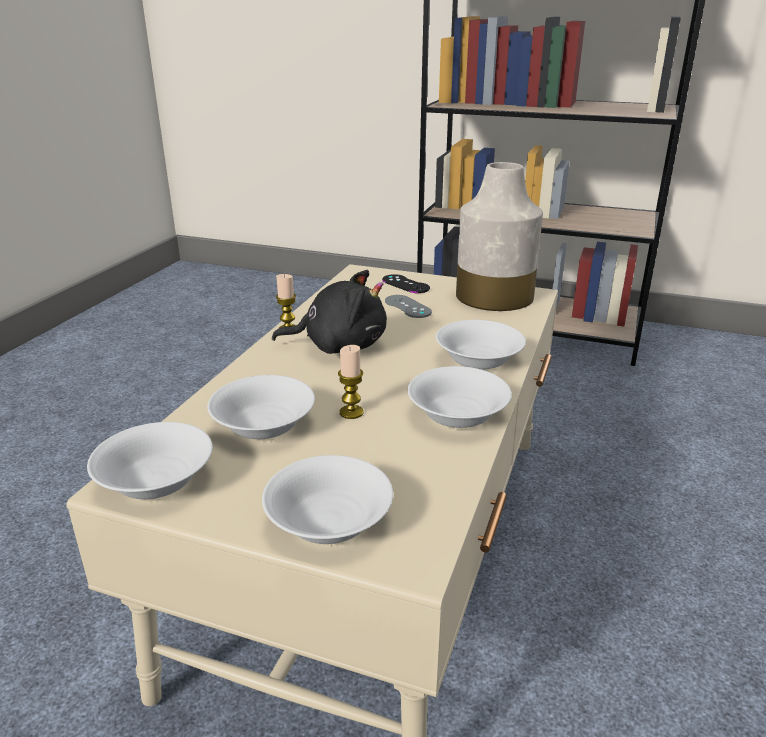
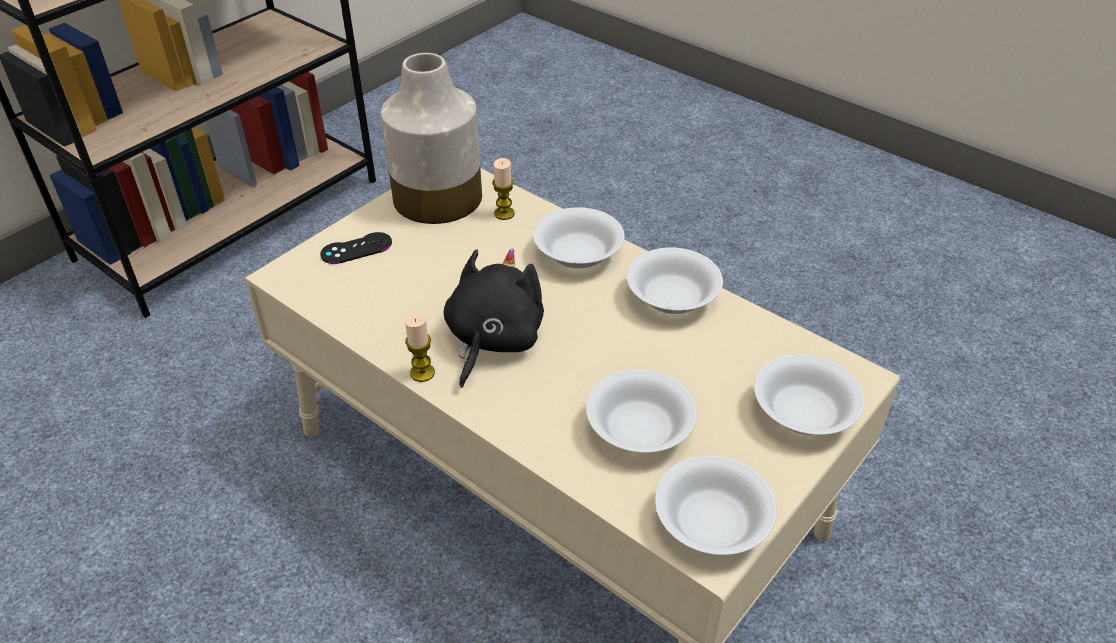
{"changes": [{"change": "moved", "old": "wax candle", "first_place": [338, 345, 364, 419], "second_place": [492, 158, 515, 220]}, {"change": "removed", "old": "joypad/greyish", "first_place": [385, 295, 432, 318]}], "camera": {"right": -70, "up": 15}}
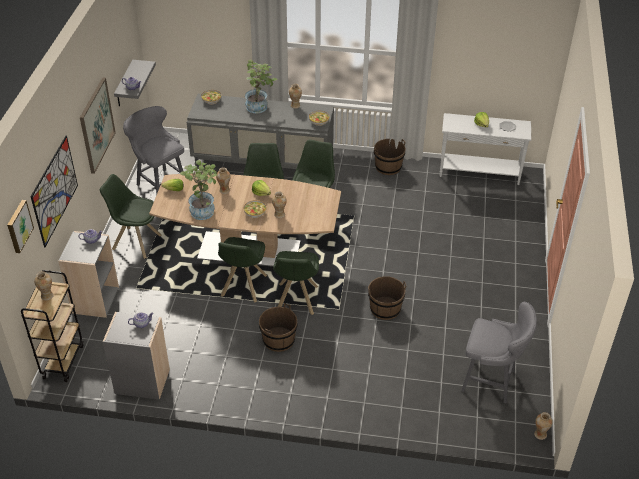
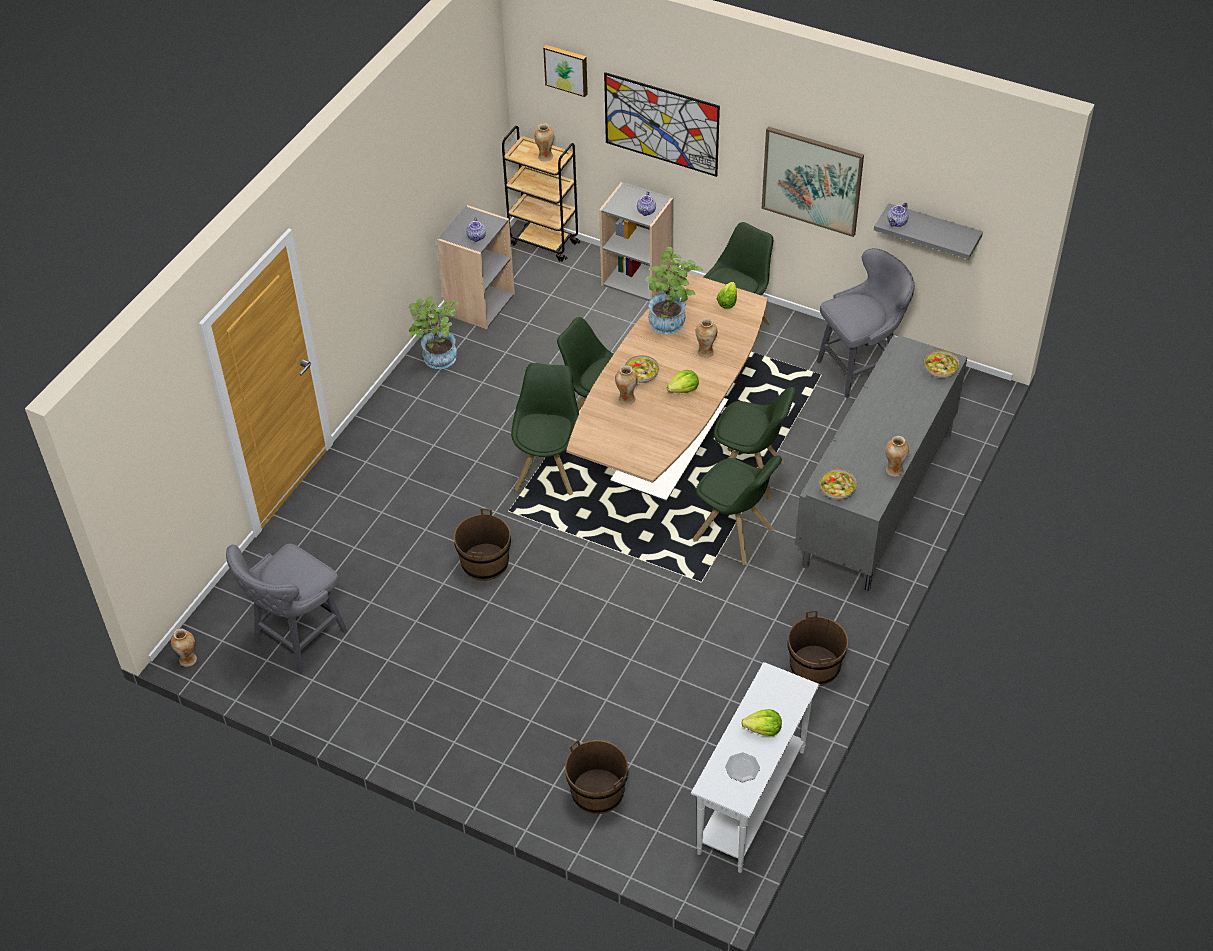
{"changes": [{"change": "moved", "old": "houseplant", "first_place": [245, 60, 278, 113], "second_place": [409, 297, 459, 369]}, {"change": "moved", "old": "pail/brown-coloured", "first_place": [259, 303, 297, 352], "second_place": [565, 739, 628, 814]}, {"change": "turned", "old": "upright chair/green", "first_place": [273, 251, 319, 315], "second_place": [511, 363, 579, 496], "degrees": 75}], "camera": {"right": 110, "up": 5}}
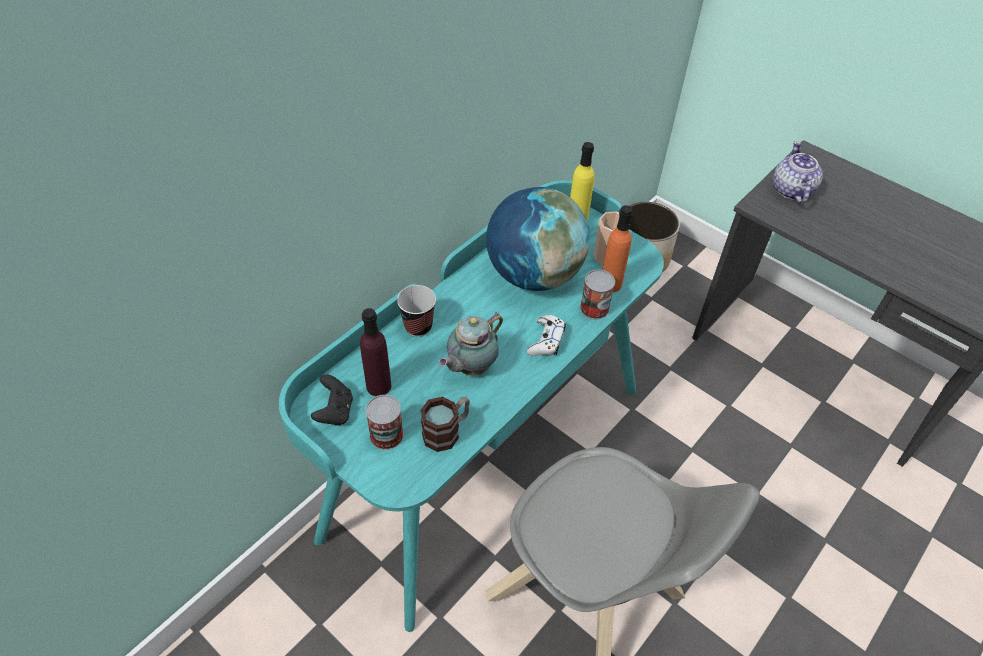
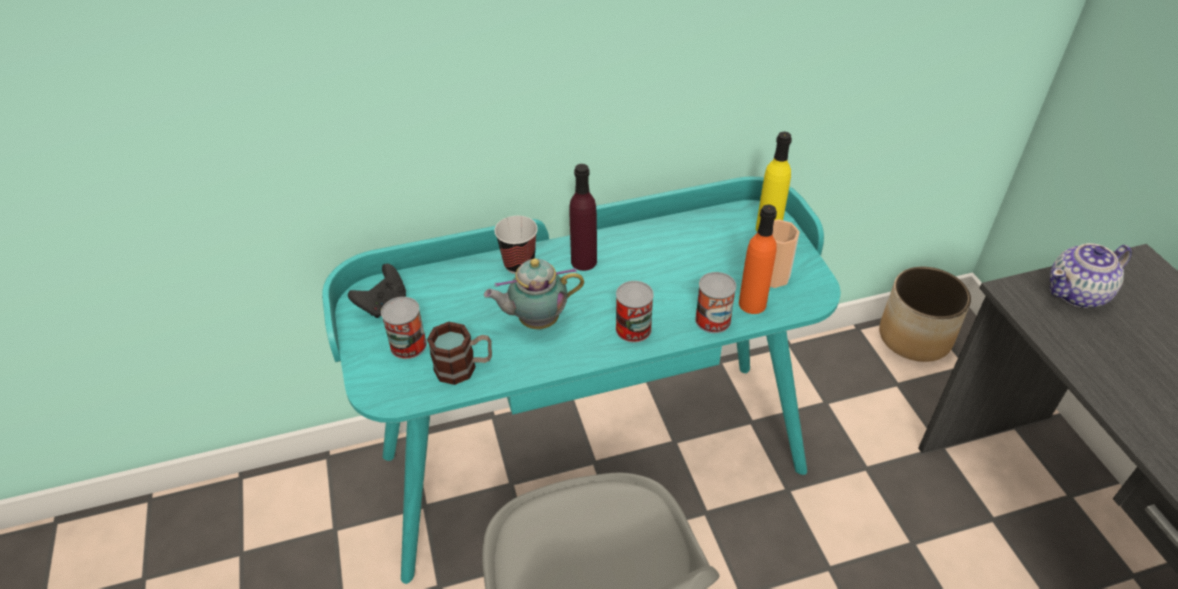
{"changes": [{"change": "moved", "old": "bottle/purple-coloured", "first_place": [360, 308, 391, 396], "second_place": [569, 164, 597, 271]}, {"change": "removed", "old": "globe", "first_place": [486, 187, 590, 291]}, {"change": "replaced", "old": "joypad/white-coloured", "new": "metal can", "first_place": [527, 315, 566, 356], "second_place": [616, 281, 654, 343]}, {"change": "turned", "old": "pot for tea", "first_place": [773, 141, 823, 204], "second_place": [1050, 243, 1132, 308], "degrees": -150}], "camera": {"right": 35, "up": -5}}
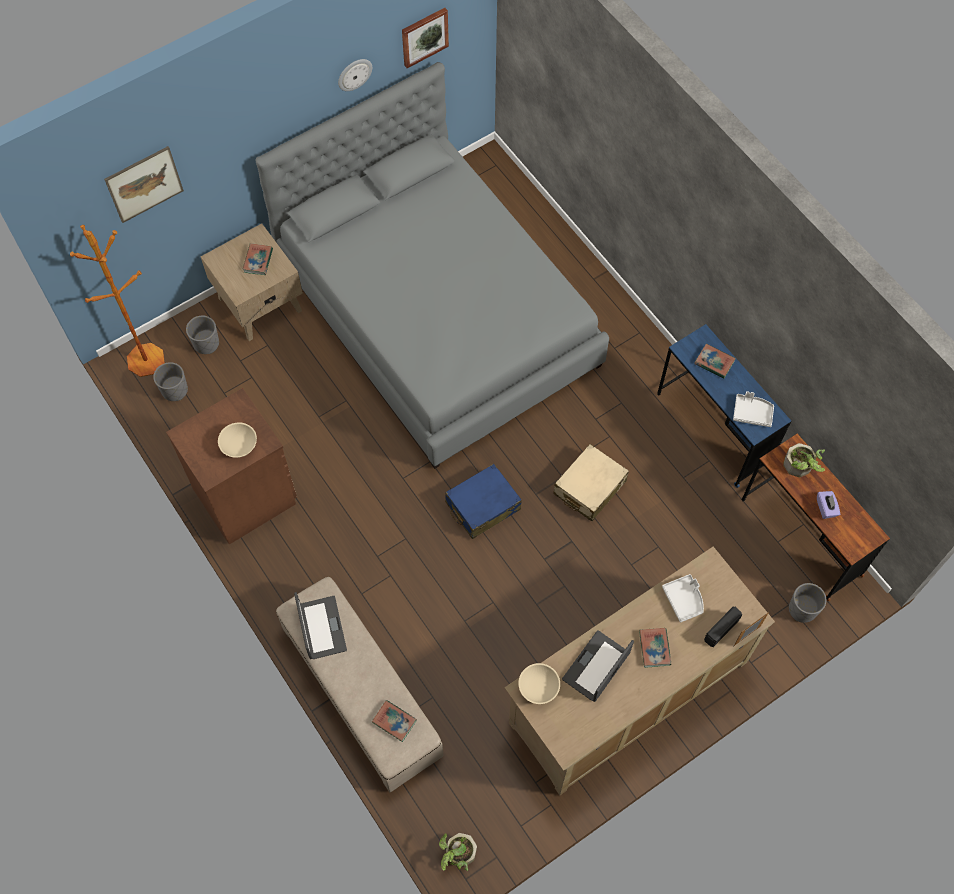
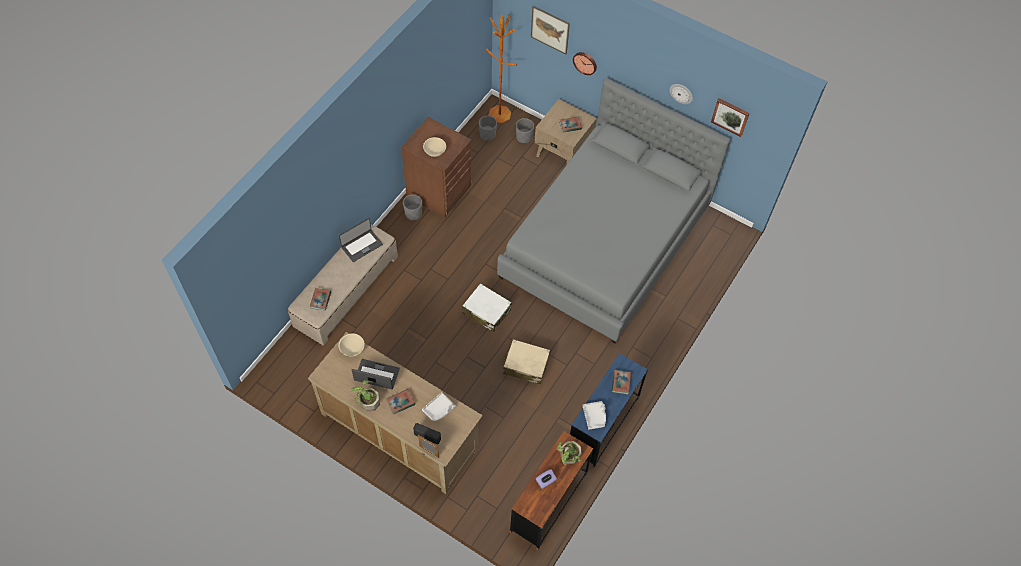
{"changes": [{"change": "moved", "old": "houseplant", "first_place": [439, 833, 477, 871], "second_place": [351, 380, 380, 411]}, {"change": "recoloured", "old": "suitcase/blue-coloured", "new": "suitcase/white-coloured", "first_place": [445, 464, 522, 539], "second_place": [462, 283, 512, 332]}, {"change": "moved", "old": "flower pot/greyish", "first_place": [789, 583, 826, 623], "second_place": [403, 194, 422, 220]}, {"change": "added", "new": "wall clock", "second_place": [573, 52, 597, 75]}], "camera": {"right": 65, "up": -5}}
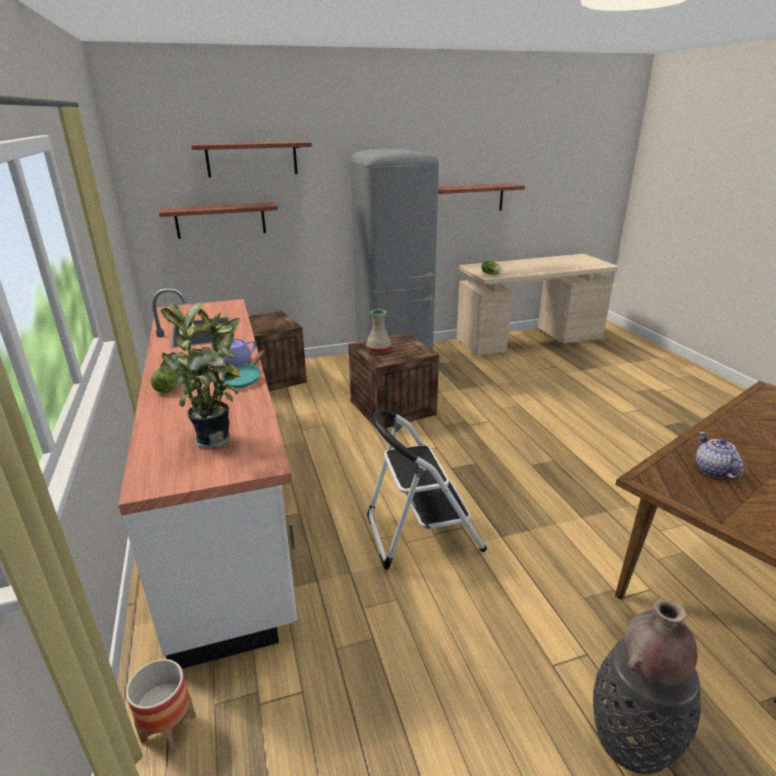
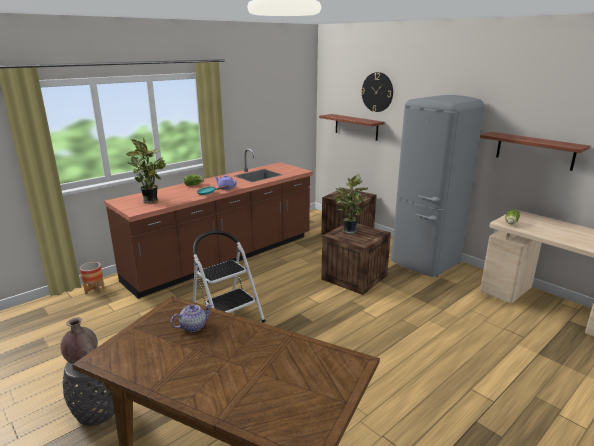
{"changes": [{"change": "recoloured", "old": "kitchen base unit/white-coloured", "new": "kitchen base unit/brown-coloured", "first_place": [118, 288, 297, 669], "second_place": [104, 148, 313, 299]}, {"change": "replaced", "old": "wall shelf", "new": "wall clock", "first_place": [191, 141, 312, 177], "second_place": [361, 72, 393, 112]}, {"change": "replaced", "old": "vase/beige", "new": "houseplant", "first_place": [366, 310, 391, 354], "second_place": [334, 174, 368, 234]}], "camera": {"right": 65, "up": -5}}
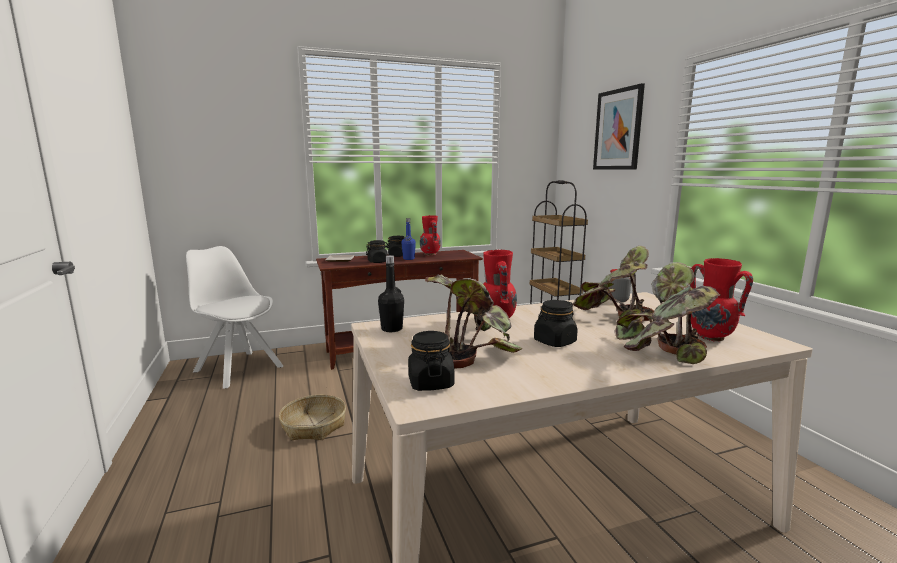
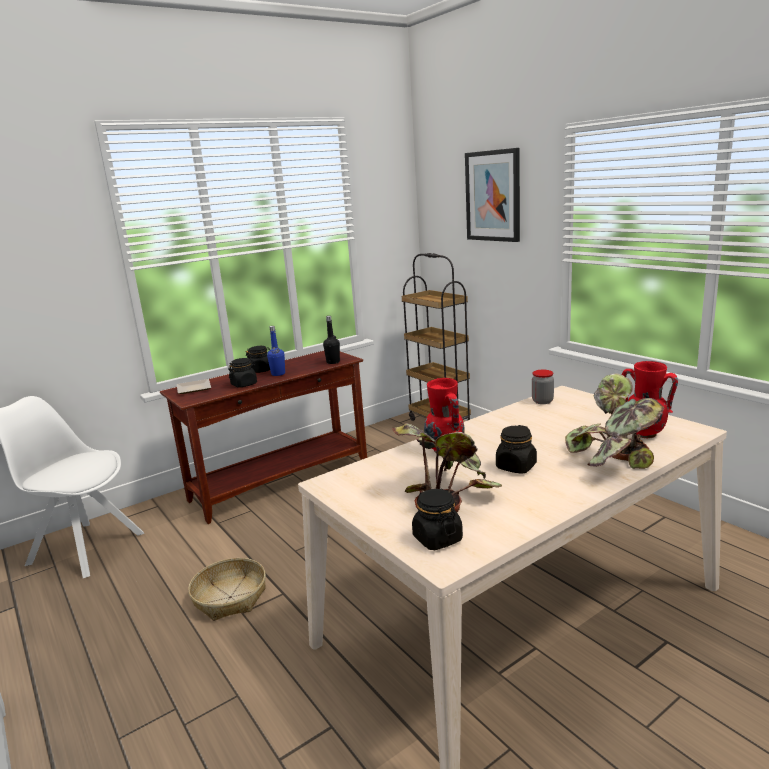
{"changes": [{"change": "moved", "old": "bottle/black-coloured", "first_place": [378, 255, 404, 332], "second_place": [323, 316, 340, 364]}, {"change": "removed", "old": "vase/reddish", "first_place": [420, 215, 441, 255]}, {"change": "removed", "old": "houseplant", "first_place": [572, 246, 654, 321]}], "camera": {"right": -15, "up": 5}}
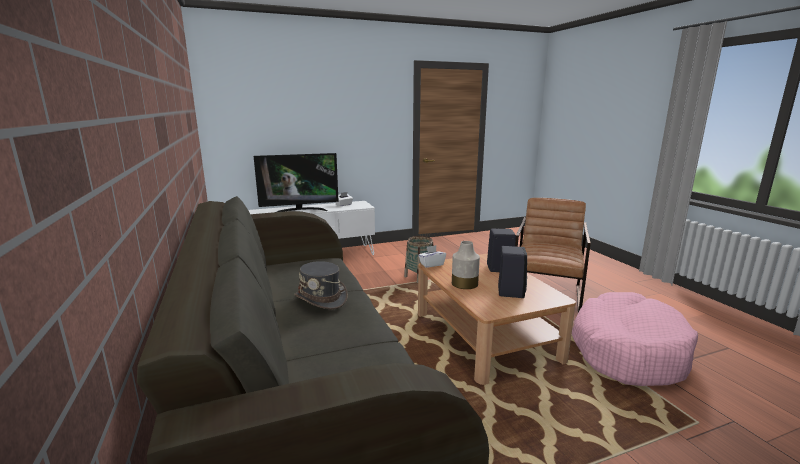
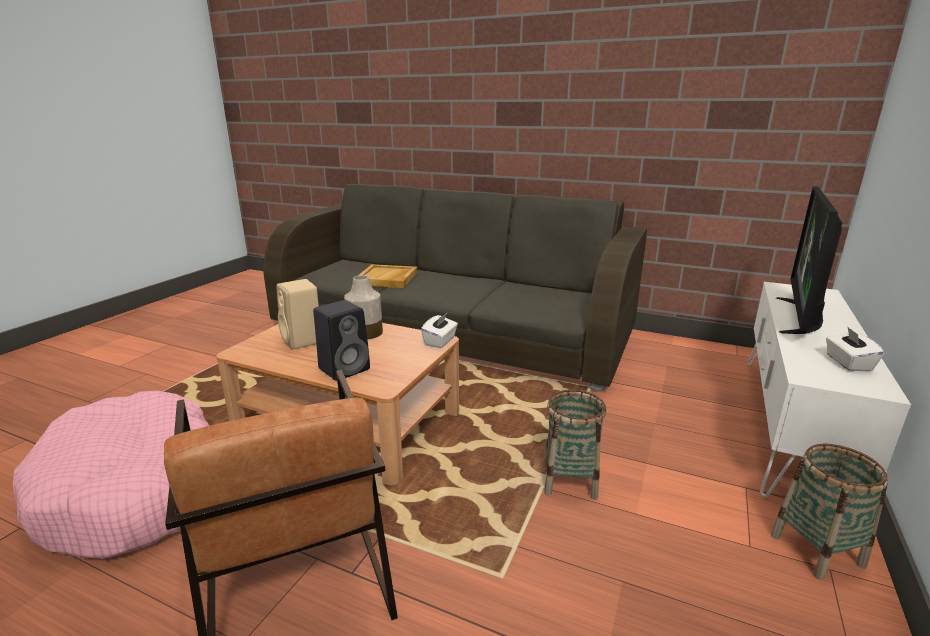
{"changes": [{"change": "removed", "old": "clothing hat/greyish", "first_place": [294, 261, 348, 309]}, {"change": "recoloured", "old": "speaker/black-coloured", "new": "speaker/beige", "first_place": [498, 246, 527, 298], "second_place": [276, 279, 319, 350]}, {"change": "added", "new": "carrying tray/beige", "second_place": [358, 264, 417, 288]}, {"change": "added", "new": "household basket", "second_place": [771, 444, 888, 580]}], "camera": {"right": 135, "up": 5}}
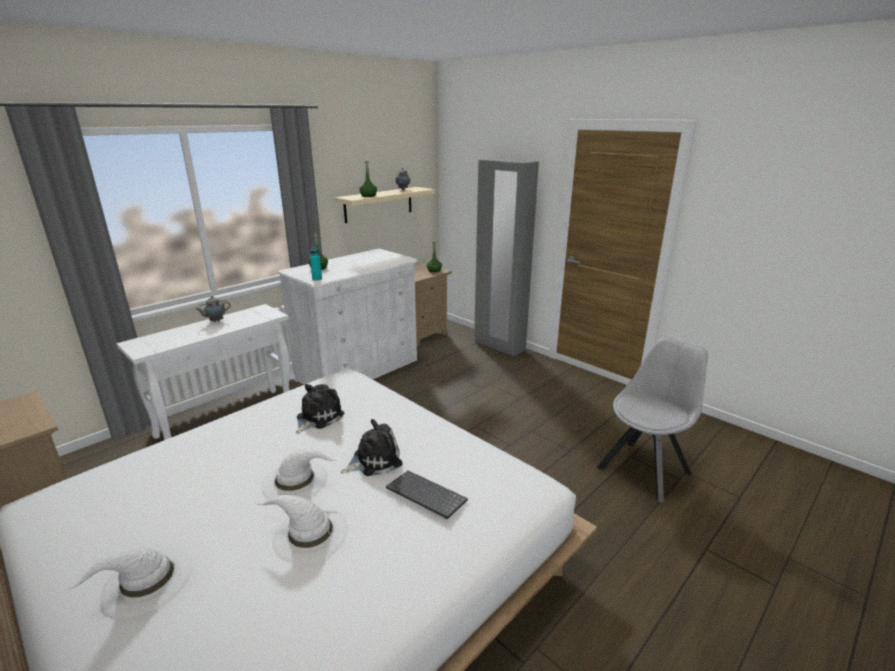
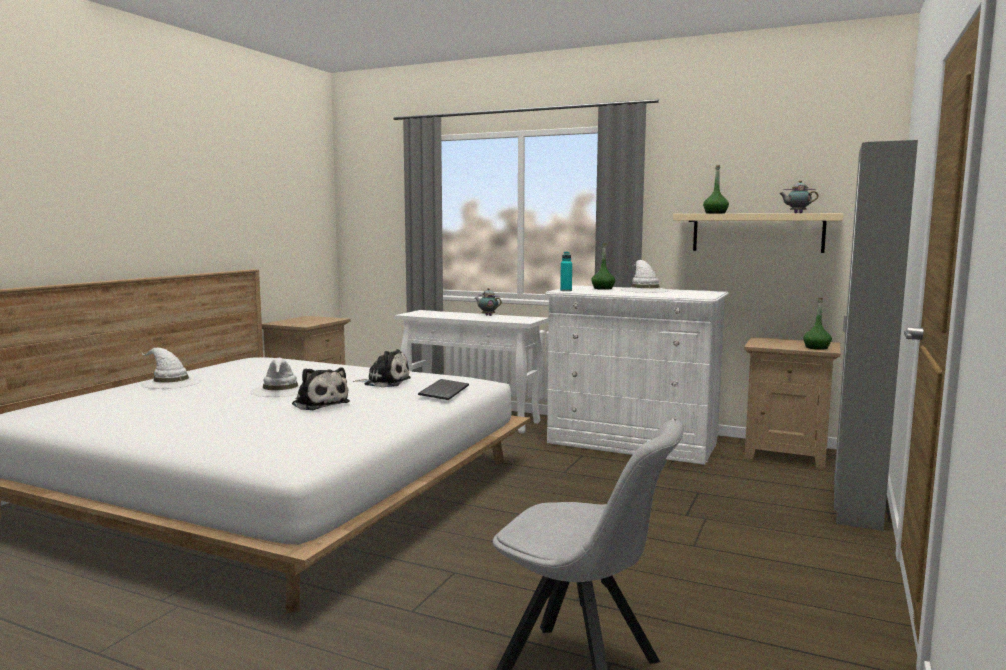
{"changes": [{"change": "moved", "old": "clothing hat/white-coloured", "first_place": [255, 495, 348, 565], "second_place": [621, 260, 670, 293]}, {"change": "moved", "old": "keyboard", "first_place": [386, 471, 468, 519], "second_place": [418, 379, 469, 400]}], "camera": {"right": 70, "up": -15}}
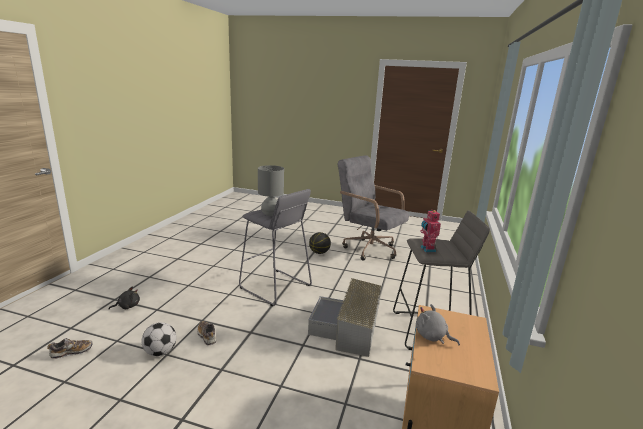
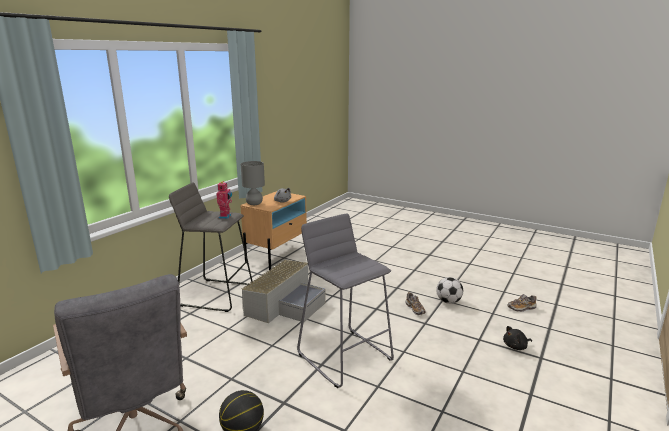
{"changes": [{"change": "moved", "old": "tabletop lamp/greyish", "first_place": [258, 165, 284, 216], "second_place": [241, 161, 265, 205]}], "camera": {"right": -165, "up": 0}}
